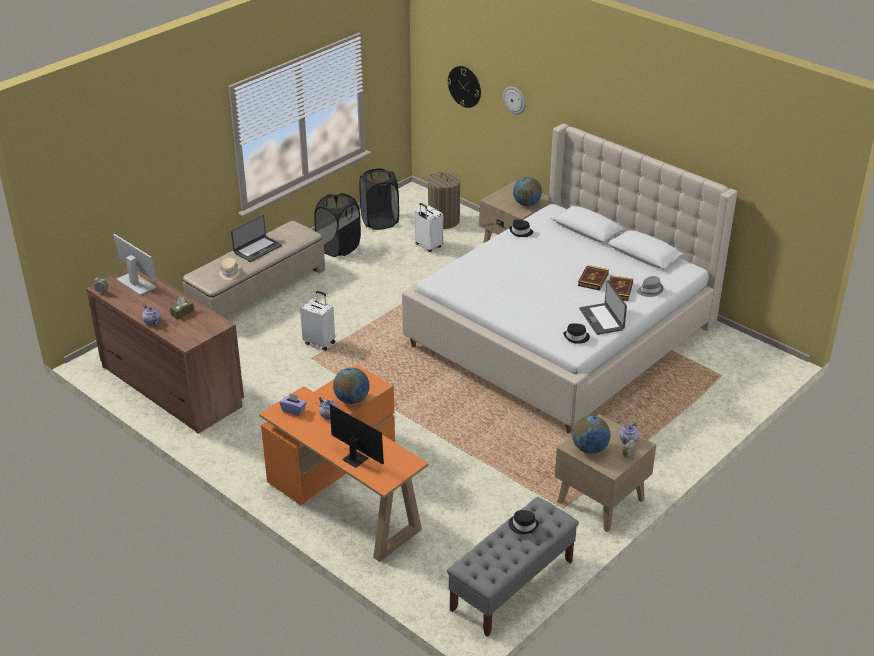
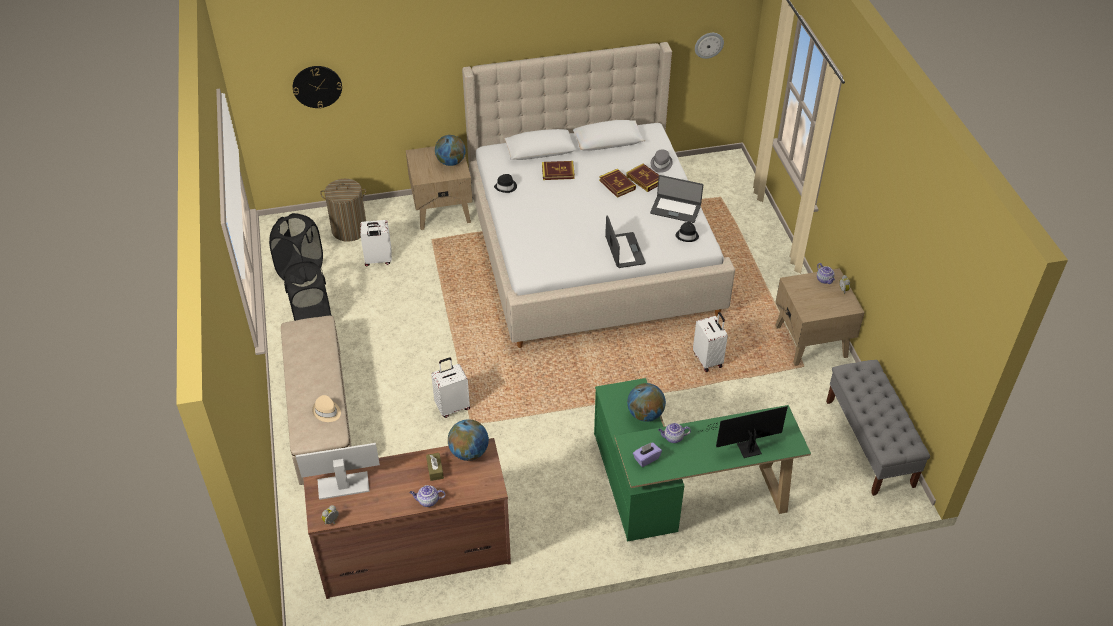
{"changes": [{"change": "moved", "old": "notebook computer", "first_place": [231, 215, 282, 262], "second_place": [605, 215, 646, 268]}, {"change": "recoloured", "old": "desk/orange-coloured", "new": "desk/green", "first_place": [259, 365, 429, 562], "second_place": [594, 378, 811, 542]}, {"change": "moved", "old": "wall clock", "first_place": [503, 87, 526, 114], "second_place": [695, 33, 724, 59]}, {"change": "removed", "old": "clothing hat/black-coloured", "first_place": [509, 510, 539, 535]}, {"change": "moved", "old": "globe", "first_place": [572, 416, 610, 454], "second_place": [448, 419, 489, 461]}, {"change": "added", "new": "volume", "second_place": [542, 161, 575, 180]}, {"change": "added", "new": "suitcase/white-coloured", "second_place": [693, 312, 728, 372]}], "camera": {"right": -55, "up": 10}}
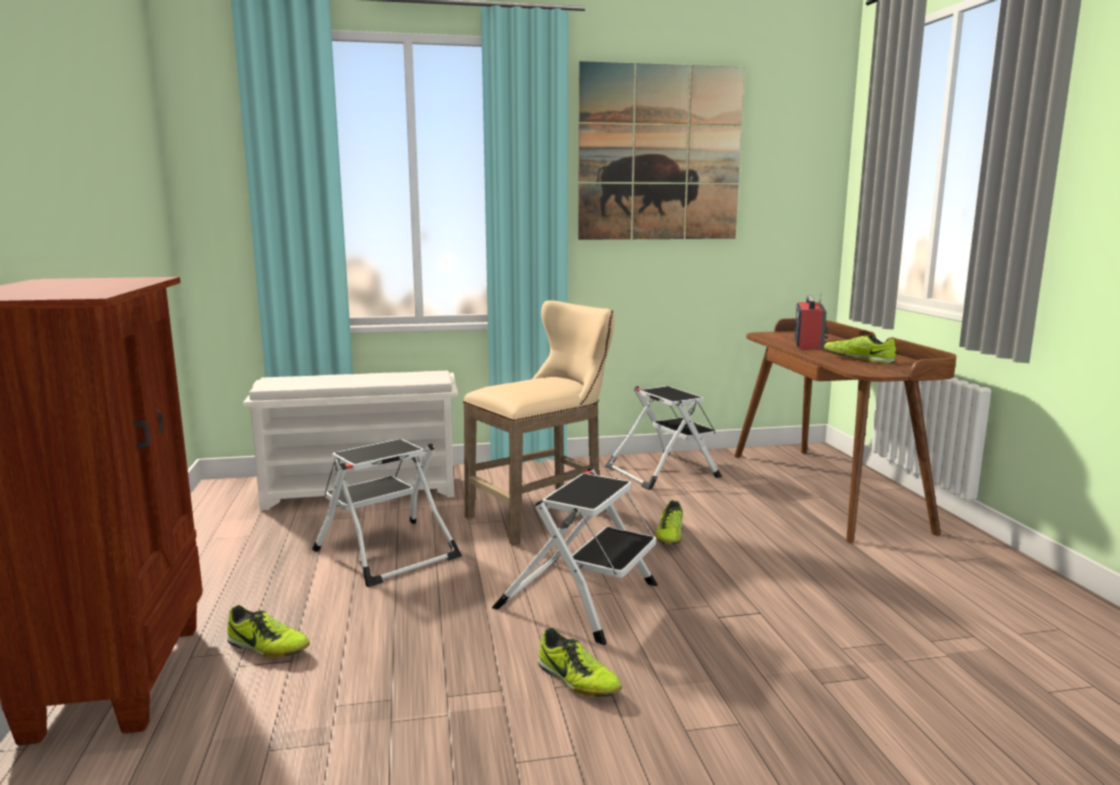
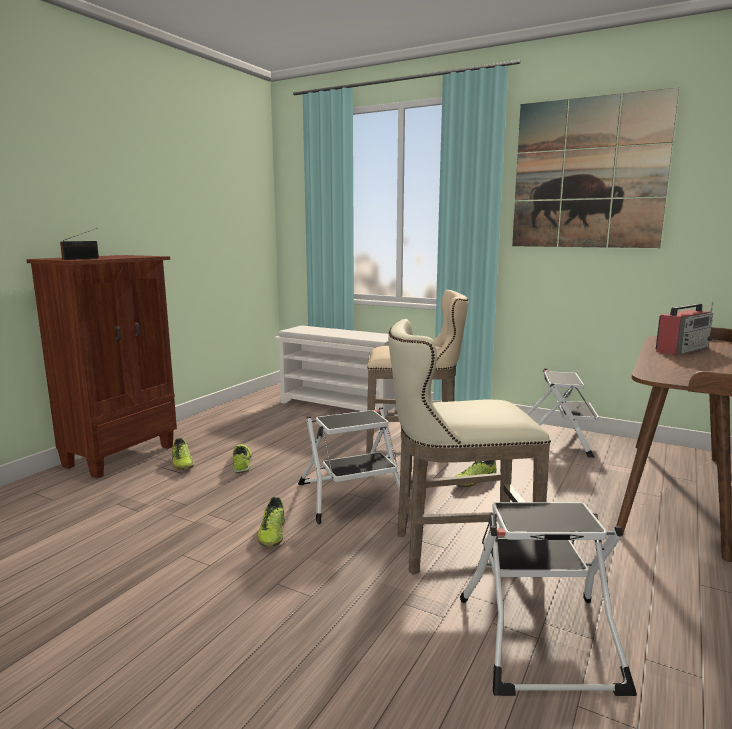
{"changes": [{"change": "moved", "old": "step stool", "first_place": [312, 439, 462, 587], "second_place": [460, 502, 637, 696]}, {"change": "moved", "old": "item of footwear", "first_place": [824, 335, 896, 364], "second_place": [233, 444, 252, 473]}, {"change": "added", "new": "radio set", "second_place": [60, 228, 99, 260]}, {"change": "added", "new": "stool seat/beige", "second_place": [388, 319, 551, 575]}], "camera": {"right": 40, "up": 0}}
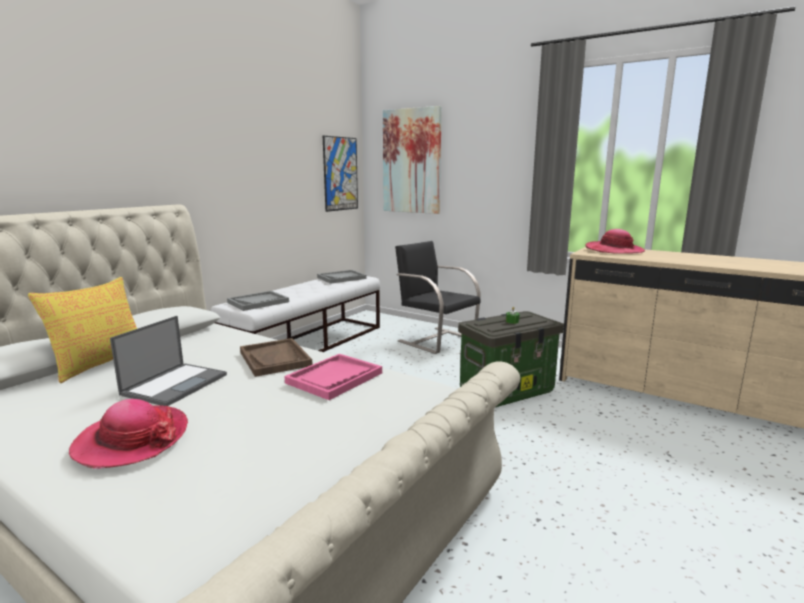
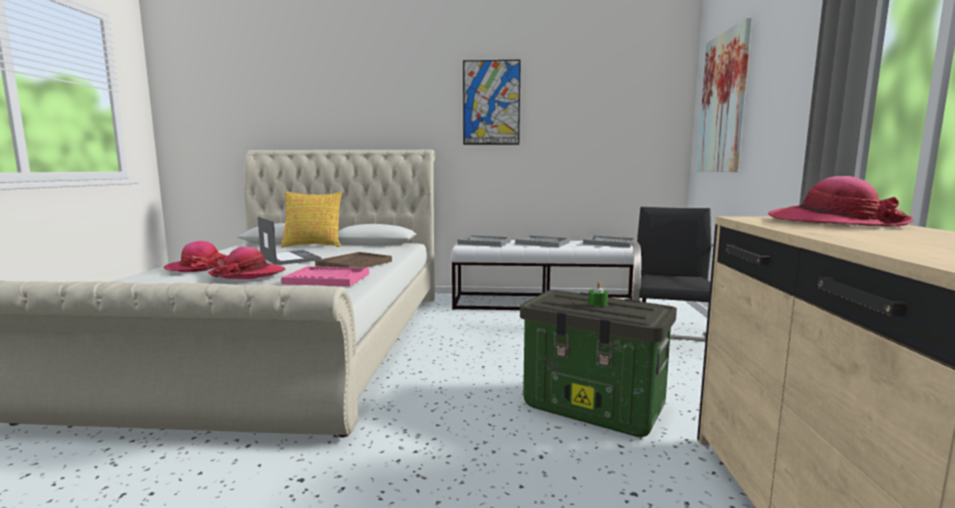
{"changes": [{"change": "turned", "old": "notebook computer", "first_place": [110, 316, 227, 406], "second_place": [258, 217, 321, 265], "degrees": -120}, {"change": "moved", "old": "wall art", "first_place": [323, 136, 358, 212], "second_place": [463, 60, 521, 145]}, {"change": "added", "new": "clothing hat", "second_place": [208, 247, 286, 279]}, {"change": "added", "new": "carrying tray/greyish", "second_place": [515, 235, 570, 248]}], "camera": {"right": 60, "up": -5}}
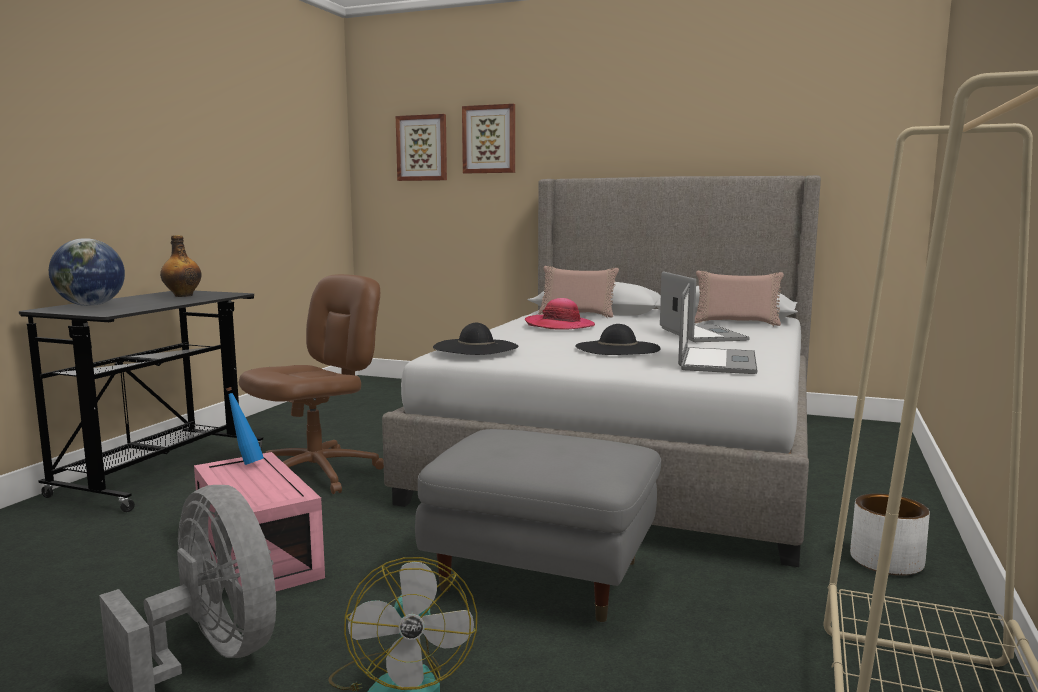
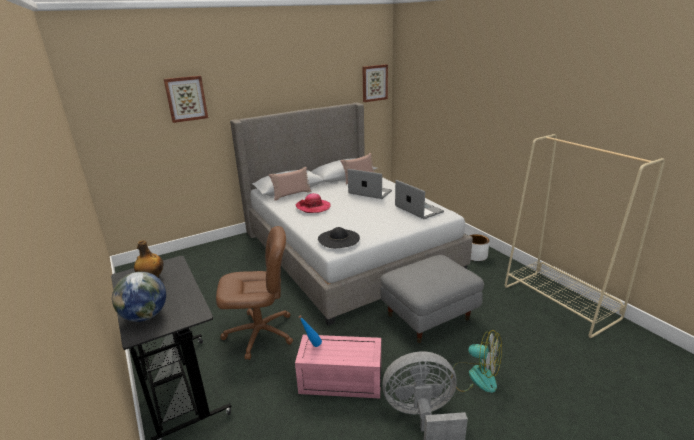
{"changes": [{"change": "turned", "old": "desk chair/brown-coloured", "first_place": [239, 274, 384, 494], "second_place": [216, 226, 293, 360], "degrees": 90}, {"change": "moved", "old": "wall art", "first_place": [396, 114, 447, 181], "second_place": [363, 64, 388, 102]}, {"change": "removed", "old": "clothing hat/black-coloured", "first_place": [575, 324, 661, 355]}], "camera": {"right": -50, "up": 15}}
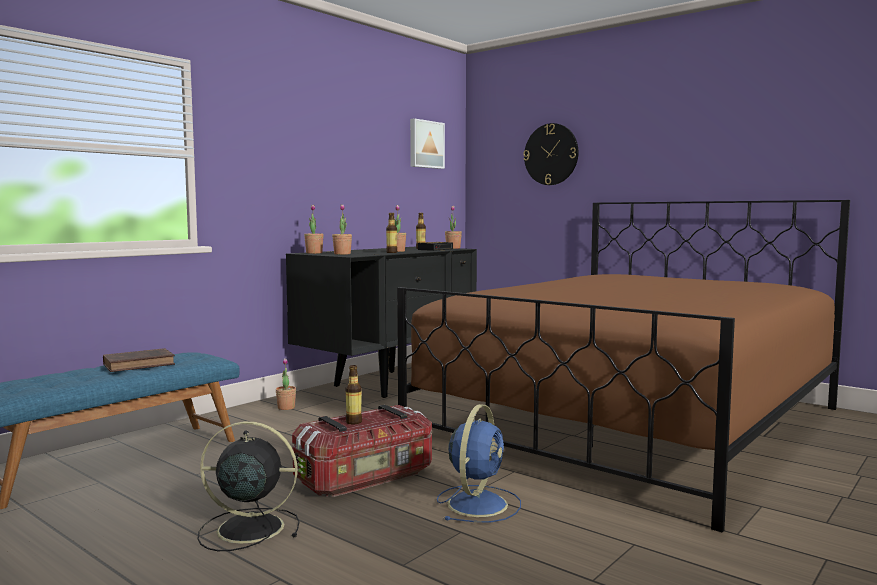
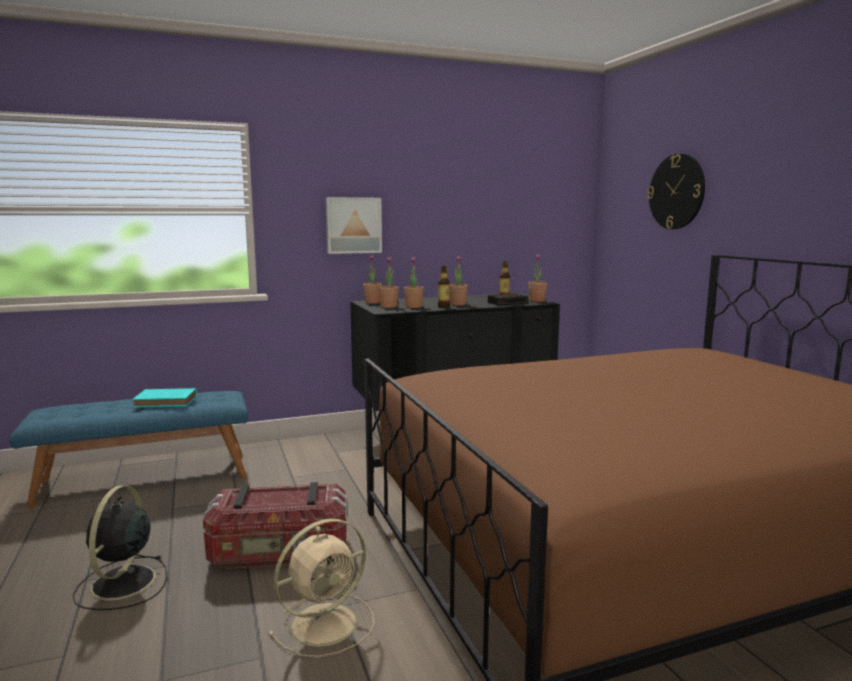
{"changes": [{"change": "recoloured", "old": "volume/brown-coloured", "new": "volume/turquoise-coloured", "first_place": [103, 348, 175, 372], "second_place": [132, 388, 197, 408]}, {"change": "turned", "old": "cooling fan/black-coloured", "first_place": [198, 421, 300, 551], "second_place": [73, 486, 167, 610], "degrees": -120}, {"change": "moved", "old": "houseplant", "first_place": [276, 358, 296, 410], "second_place": [404, 257, 424, 308]}, {"change": "removed", "old": "bottle", "first_place": [346, 365, 362, 425]}, {"change": "moved", "old": "wall art", "first_place": [410, 118, 445, 169], "second_place": [326, 197, 382, 254]}, {"change": "recoloured", "old": "cooling fan/blue-coloured", "new": "cooling fan/beige", "first_place": [437, 404, 521, 523], "second_place": [268, 519, 374, 657]}], "camera": {"right": 30, "up": 5}}
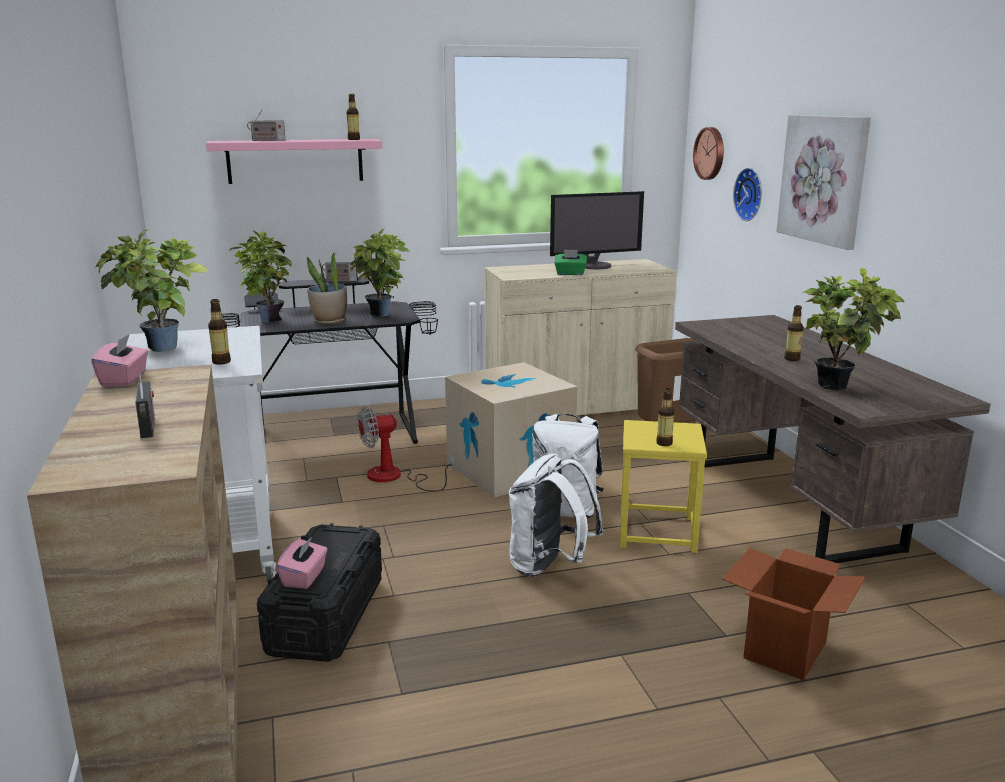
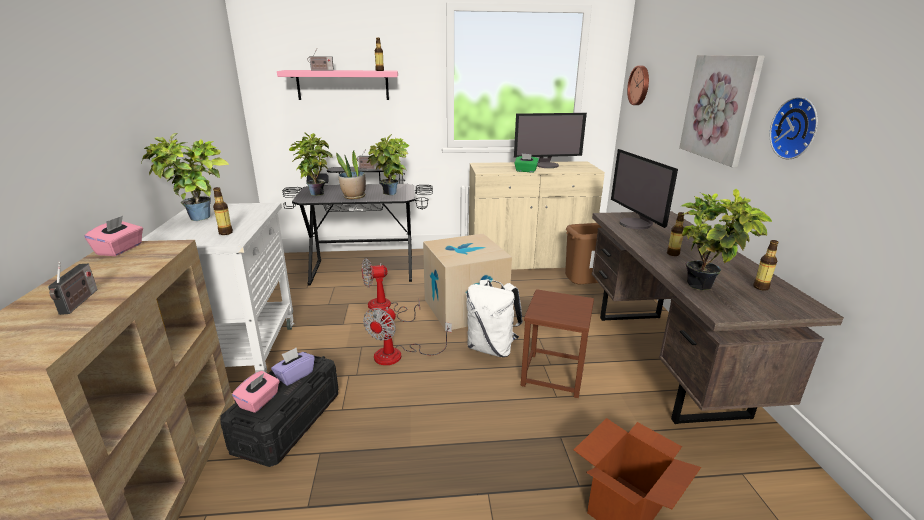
{"changes": [{"change": "removed", "old": "rucksack/white-coloured", "first_place": [508, 453, 603, 577]}, {"change": "recoloured", "old": "stool seat/yellow-coloured", "new": "stool seat/brown-coloured", "first_place": [620, 420, 707, 553], "second_place": [521, 289, 594, 398]}, {"change": "moved", "old": "bottle", "first_place": [656, 388, 675, 446], "second_place": [753, 240, 779, 291]}, {"change": "moved", "old": "wall clock", "first_place": [733, 168, 762, 221], "second_place": [770, 97, 818, 159]}, {"change": "added", "new": "tissue box/purple-coloured", "second_place": [271, 348, 315, 386]}, {"change": "added", "new": "cooling fan", "second_place": [363, 307, 452, 365]}, {"change": "added", "new": "computer screen", "second_place": [611, 149, 678, 229]}], "camera": {"right": 10, "up": 5}}
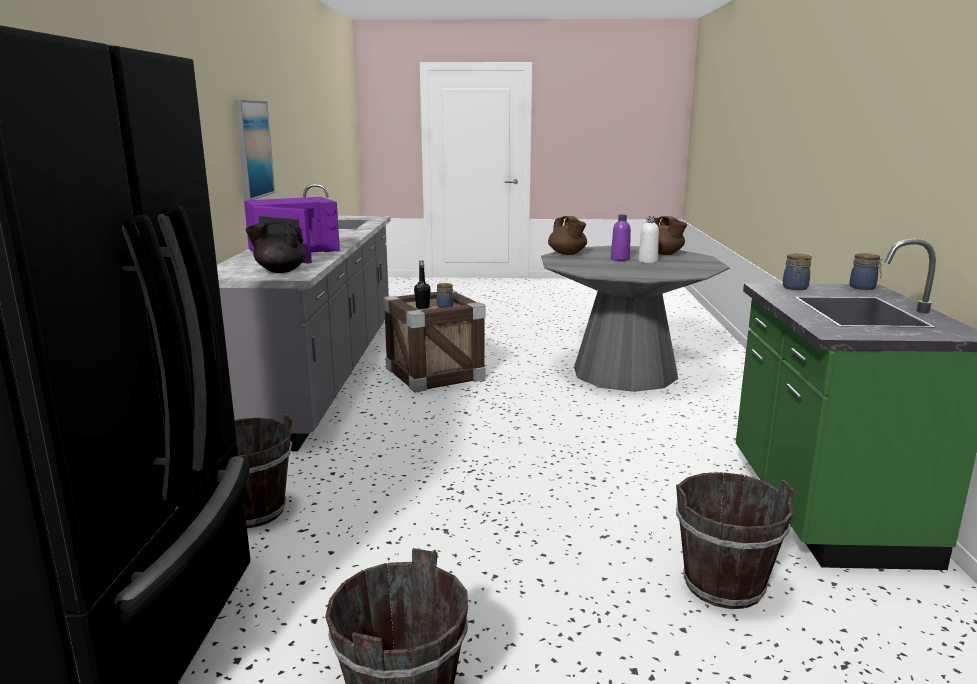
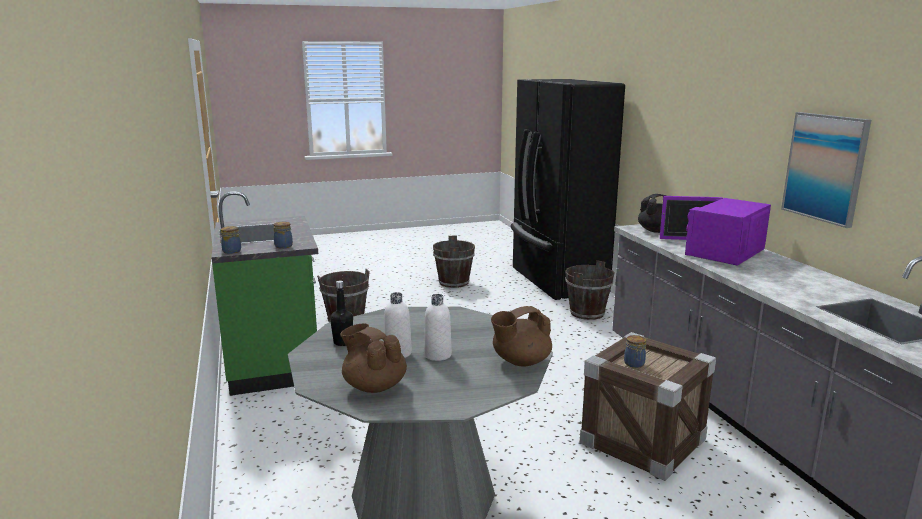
{"changes": [{"change": "moved", "old": "bottle/black-coloured", "first_place": [414, 261, 431, 309], "second_place": [330, 280, 353, 346]}, {"change": "turned", "old": "pot for tea/brown-coloured", "first_place": [548, 216, 587, 255], "second_place": [491, 306, 552, 367], "degrees": -75}, {"change": "recoloured", "old": "bottle/purple-coloured", "new": "bottle/white-coloured", "first_place": [611, 215, 631, 261], "second_place": [424, 294, 452, 361]}], "camera": {"right": 160, "up": 0}}
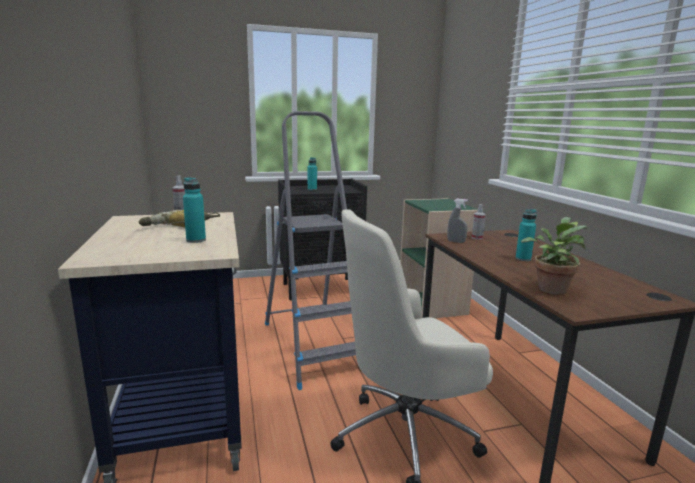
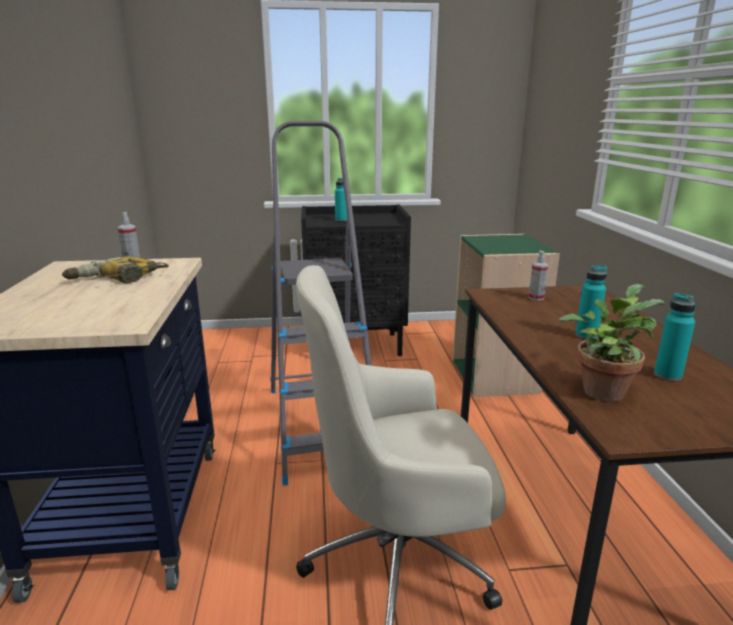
{"changes": [{"change": "moved", "old": "bottle/turquoise-coloured", "first_place": [183, 177, 206, 243], "second_place": [654, 293, 695, 381]}, {"change": "removed", "old": "hand sprayer/greyish", "first_place": [447, 199, 468, 243]}], "camera": {"right": 10, "up": 5}}
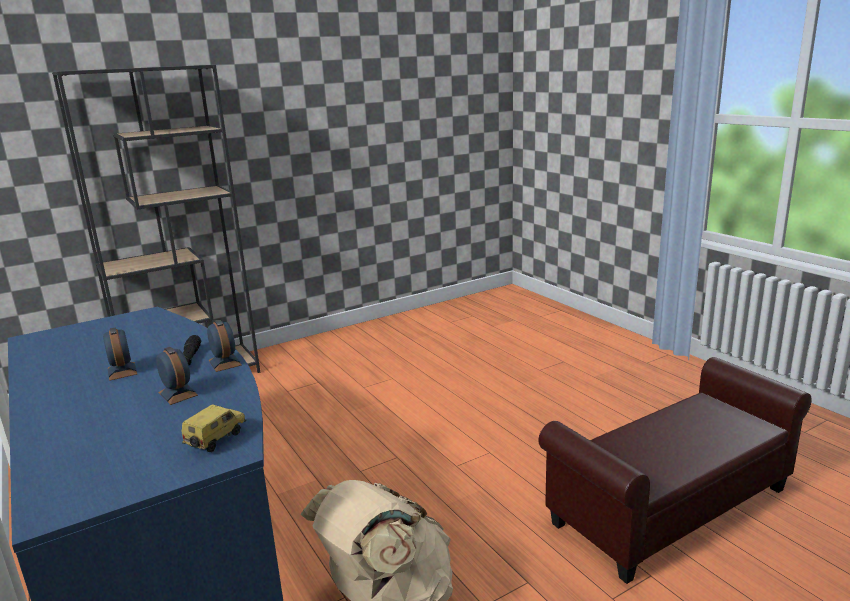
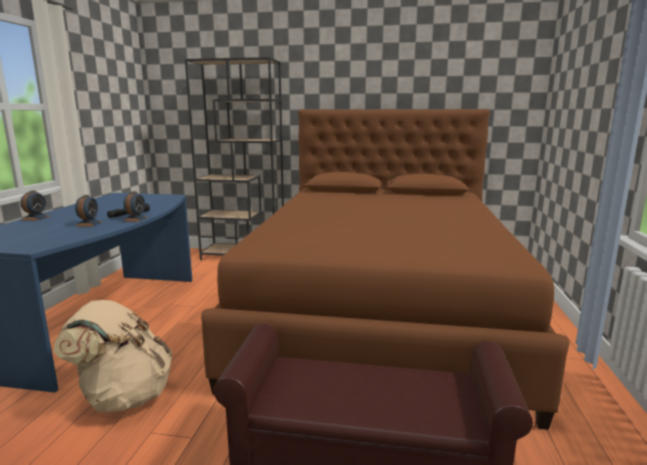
{"changes": [{"change": "moved", "old": "bedside clock", "first_place": [103, 328, 137, 381], "second_place": [20, 191, 50, 221]}, {"change": "removed", "old": "miniature car", "first_place": [182, 405, 246, 452]}, {"change": "added", "new": "bedroom bed/brown-coloured", "second_place": [201, 109, 569, 430]}], "camera": {"right": 40, "up": -5}}
